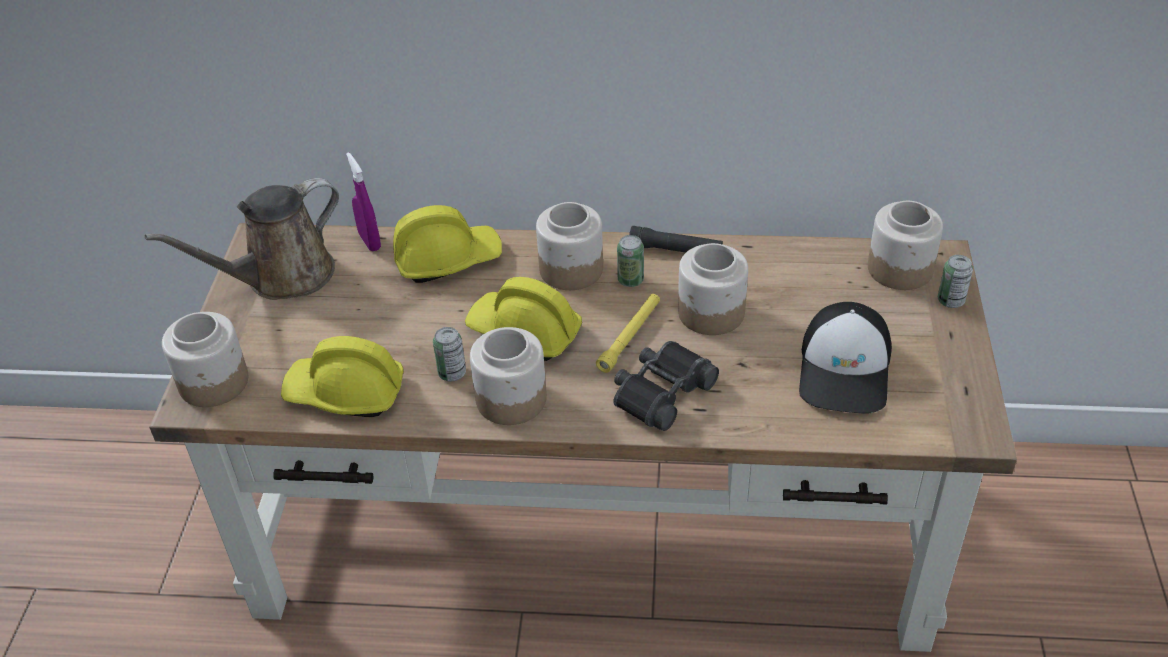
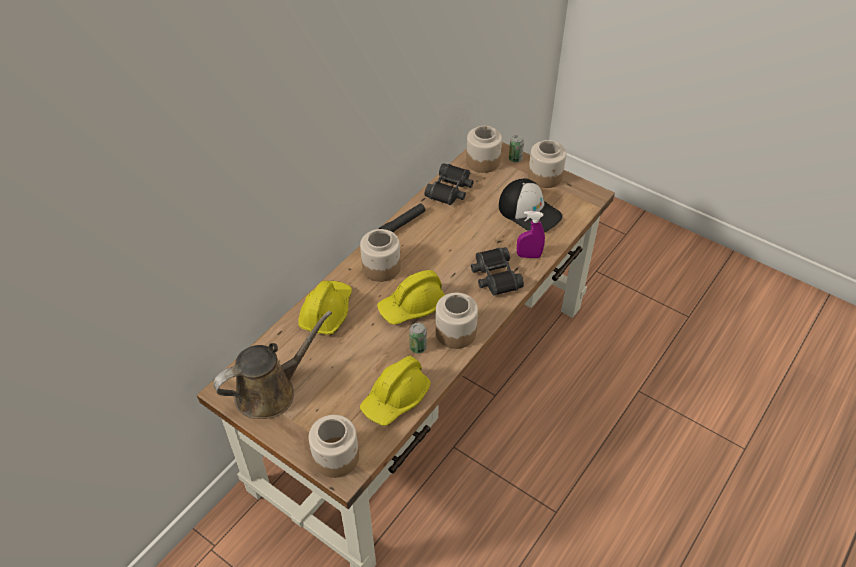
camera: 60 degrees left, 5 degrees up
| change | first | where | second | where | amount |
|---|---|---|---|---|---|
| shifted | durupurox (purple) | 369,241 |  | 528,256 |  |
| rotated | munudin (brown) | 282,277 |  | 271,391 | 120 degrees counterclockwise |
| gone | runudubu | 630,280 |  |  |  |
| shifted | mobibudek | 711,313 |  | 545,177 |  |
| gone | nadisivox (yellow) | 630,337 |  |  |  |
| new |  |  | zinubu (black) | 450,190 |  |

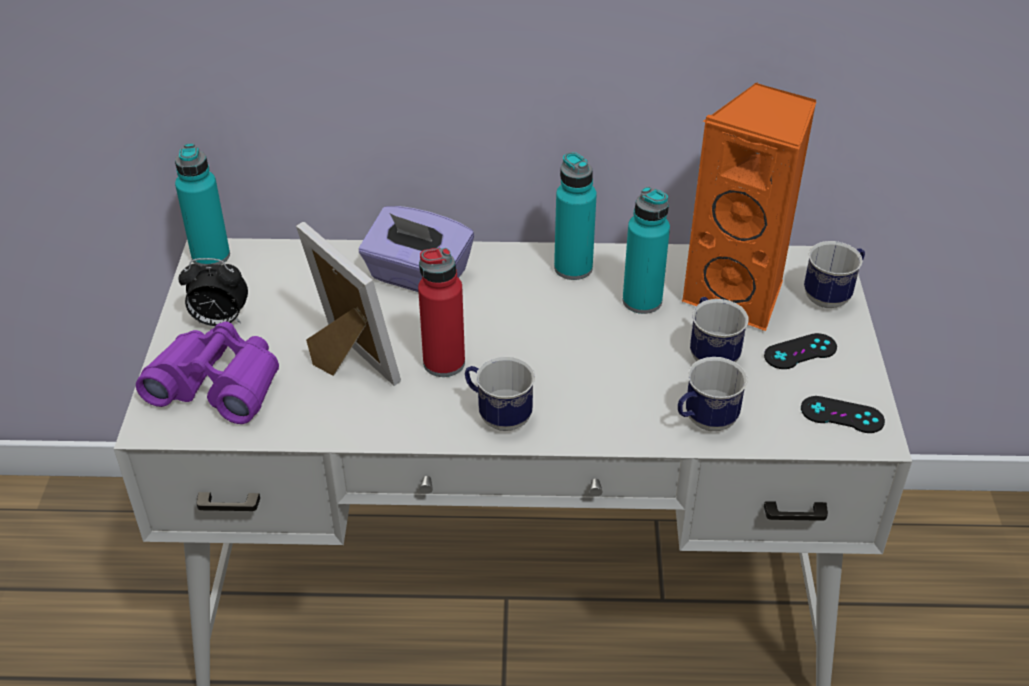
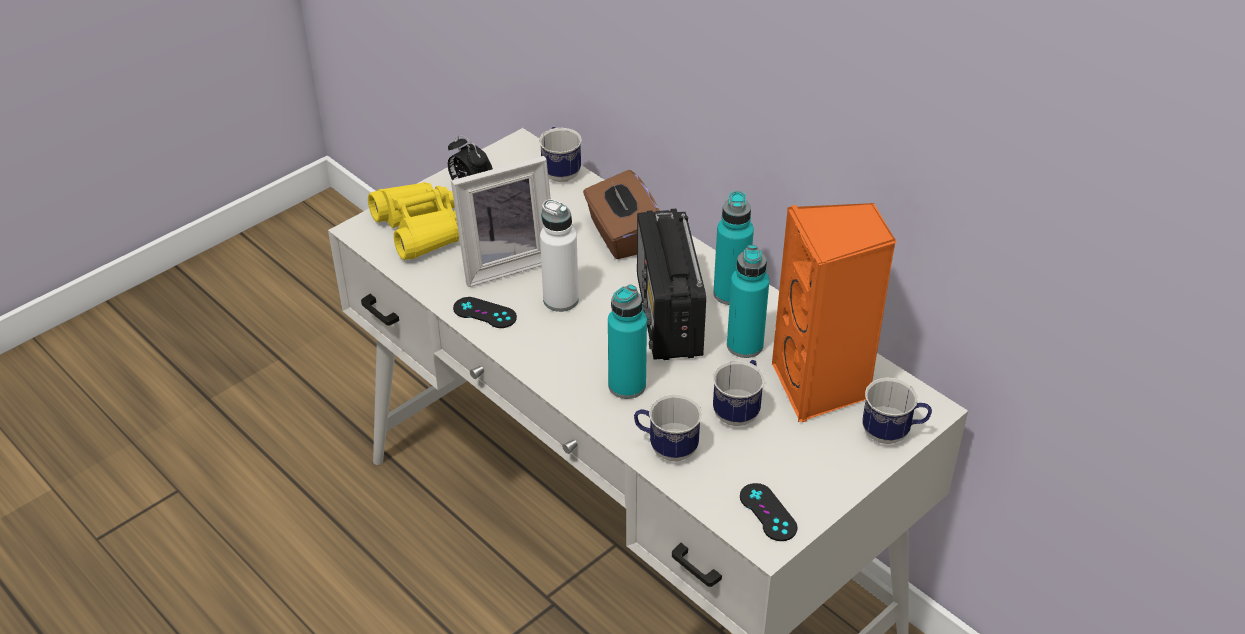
camera: 45 degrees right, 0 degrees up
| change | first | where | second | where | amount |
|---|---|---|---|---|---|
| shifted | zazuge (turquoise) | 211,256 |  | 627,385 |  |
| repainted | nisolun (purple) | 418,277 | nisolun (brown) | 621,236 |  |
| rotated | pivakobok | 346,363 |  | 505,262 | 60 degrees clockwise |
| repainted | zazuge (red) | 444,363 | zazuge (white) | 560,300 |  |
| repainted | zinubu (purple) | 218,385 | zinubu (yellow) | 421,229 |  |
| shifted | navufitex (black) | 800,352 |  | 484,313 |  |
| shifted | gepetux | 498,415 |  | 560,171 |  |
| new |  |  | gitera | 668,317 |  |

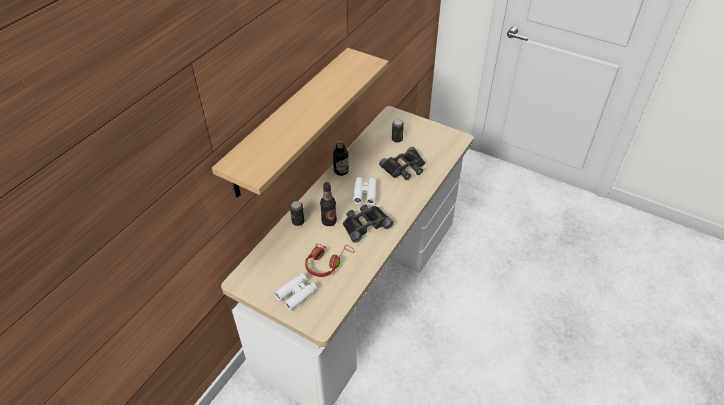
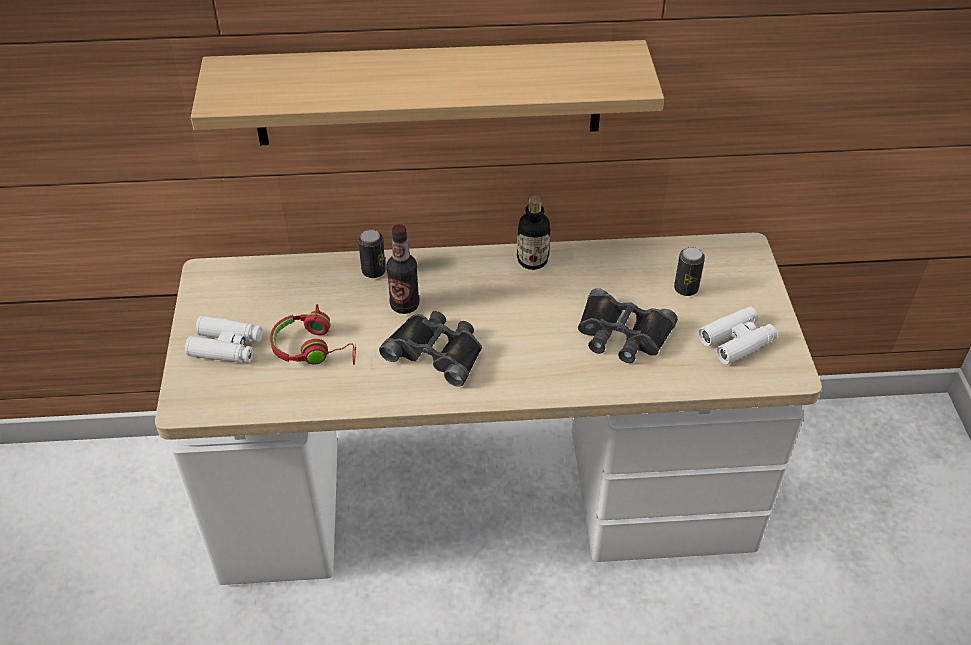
camera: 55 degrees right, 0 degrees up
| change | first | where | second | where | amount |
|---|---|---|---|---|---|
| shifted | zinubu (white) | 365,193 |  | 736,341 |  |

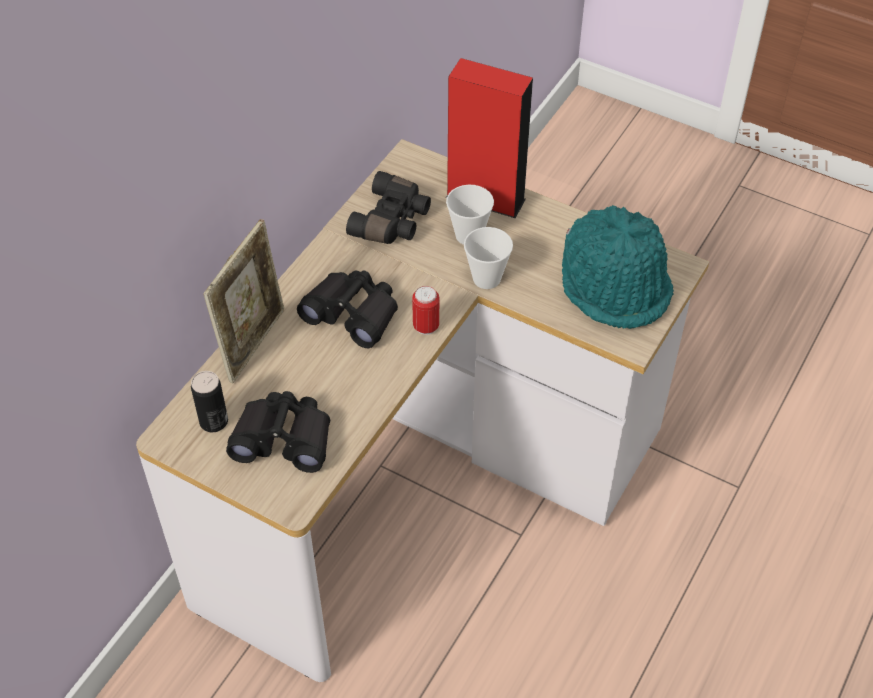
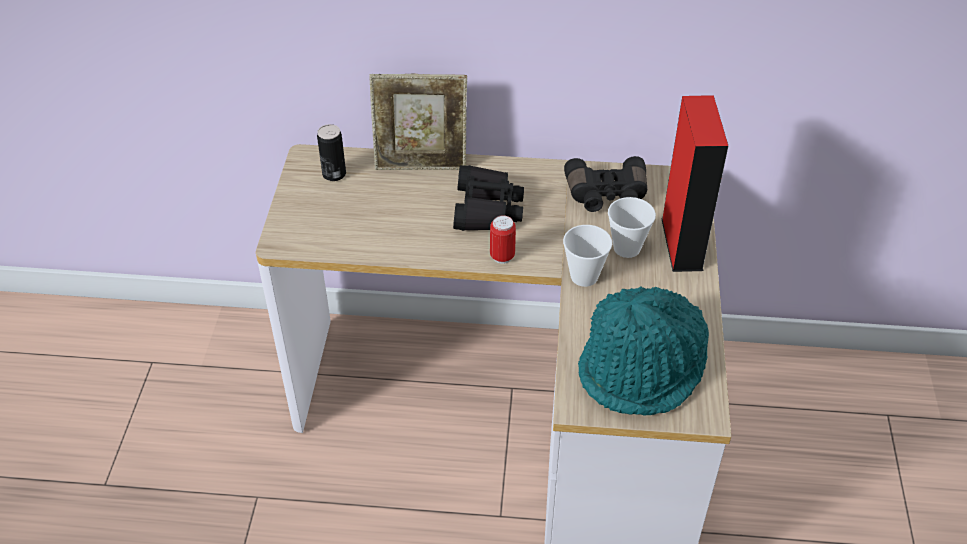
camera: 65 degrees right, 5 degrees down
| change | first | where | second | where | amount |
|---|---|---|---|---|---|
| gone | zinubu (black) | 284,439 |  |  |  |

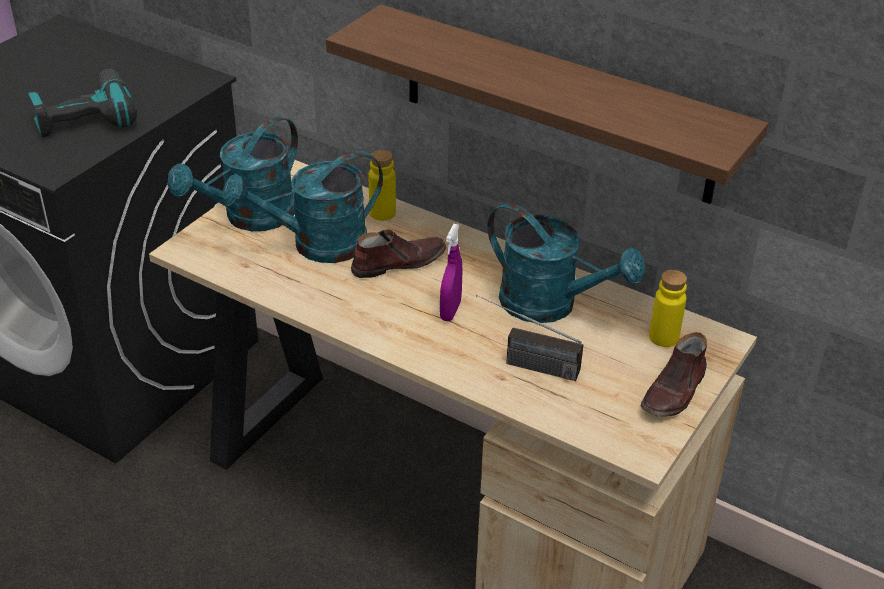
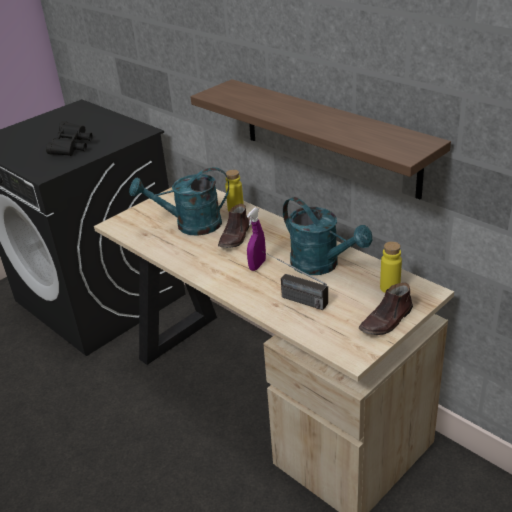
camera: 15 degrees right, 5 degrees down
| change | first | where | second | where | amount |
|---|---|---|---|---|---|
| swapped | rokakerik | 84,115 | zinubu (black) | 72,148 |  |
| gone | munudin (turquoise) | 250,218 |  |  |  |
| rotated | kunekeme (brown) | 398,263 |  | 235,237 | 120 degrees clockwise |

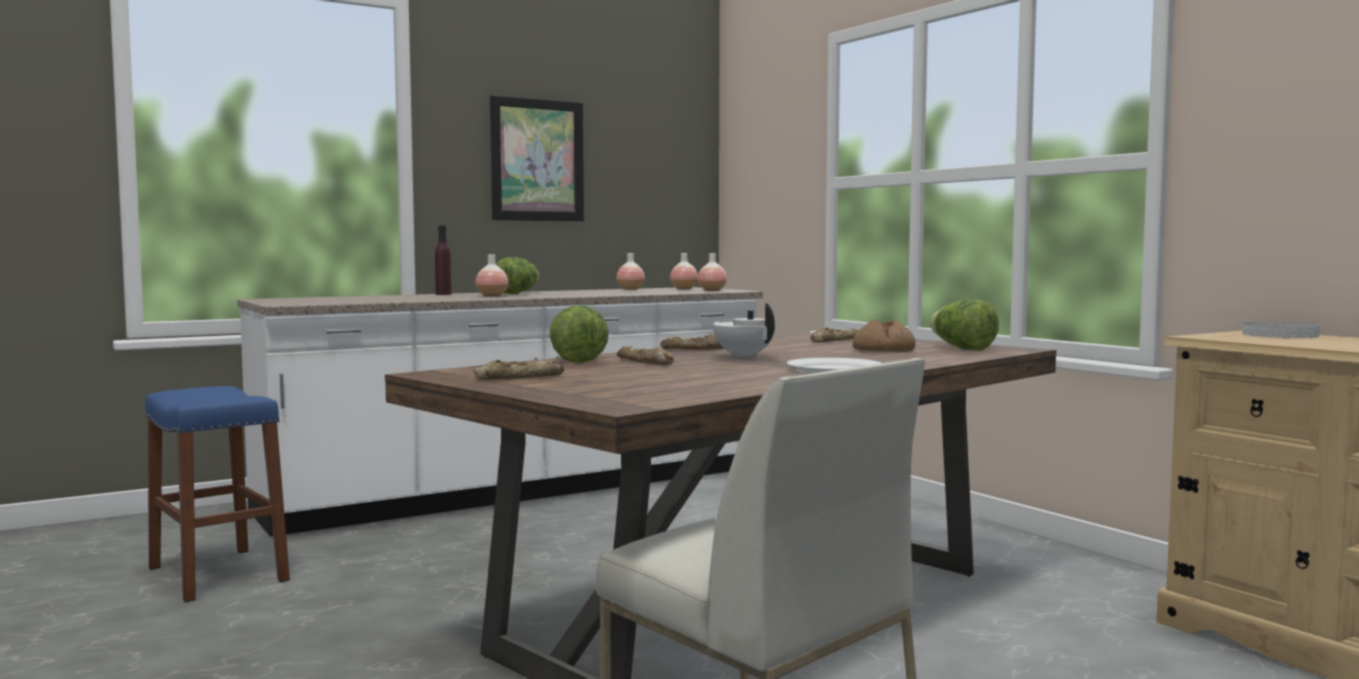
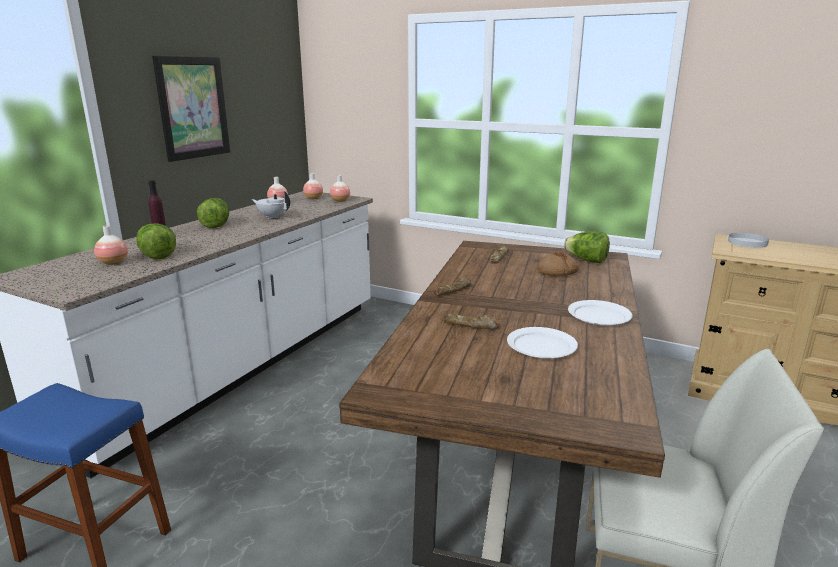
camera: 30 degrees left, 15 degrees up
| change | first | where | second | where | amount |
|---|---|---|---|---|---|
| shifted | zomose | 492,296 |  | 113,262 |  |
| shifted | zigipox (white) | 743,357 |  | 272,217 |  |
| shifted | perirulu | 576,360 |  | 156,255 |  |
| gone | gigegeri | 518,377 |  |  |  |
| new |  |  | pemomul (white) | 542,346 |  |

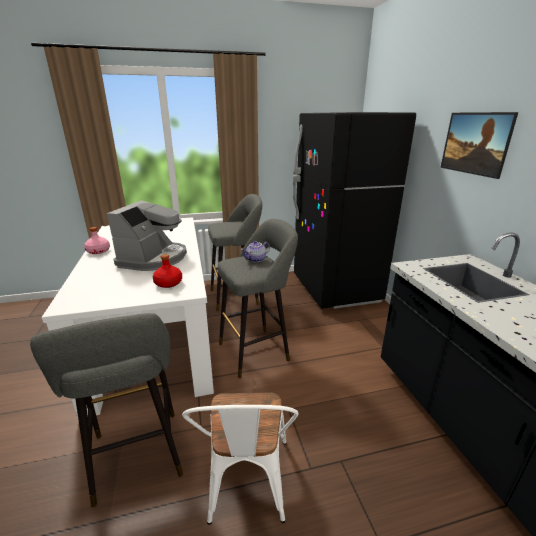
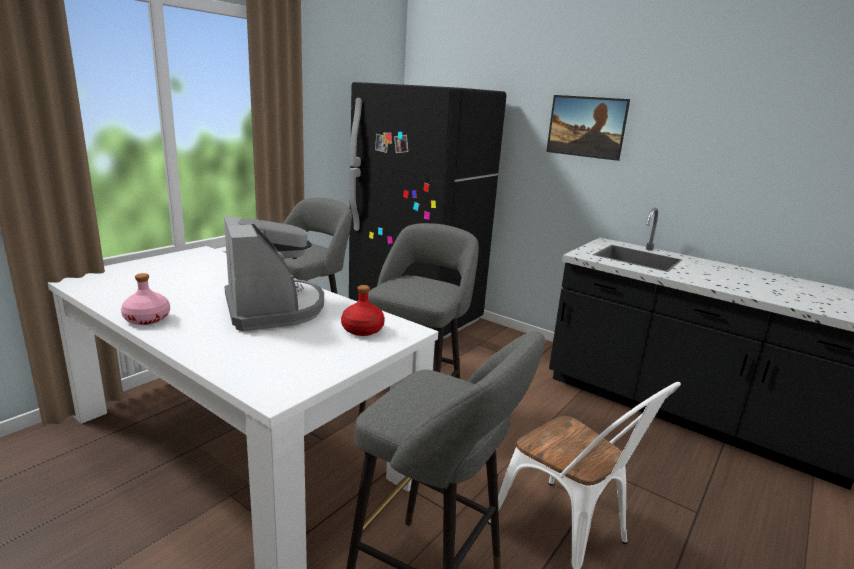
camera: 40 degrees left, 5 degrees down
| change | first | where | second | where | amount |
|---|---|---|---|---|---|
| gone | zigipox | 256,260 |  |  |  |

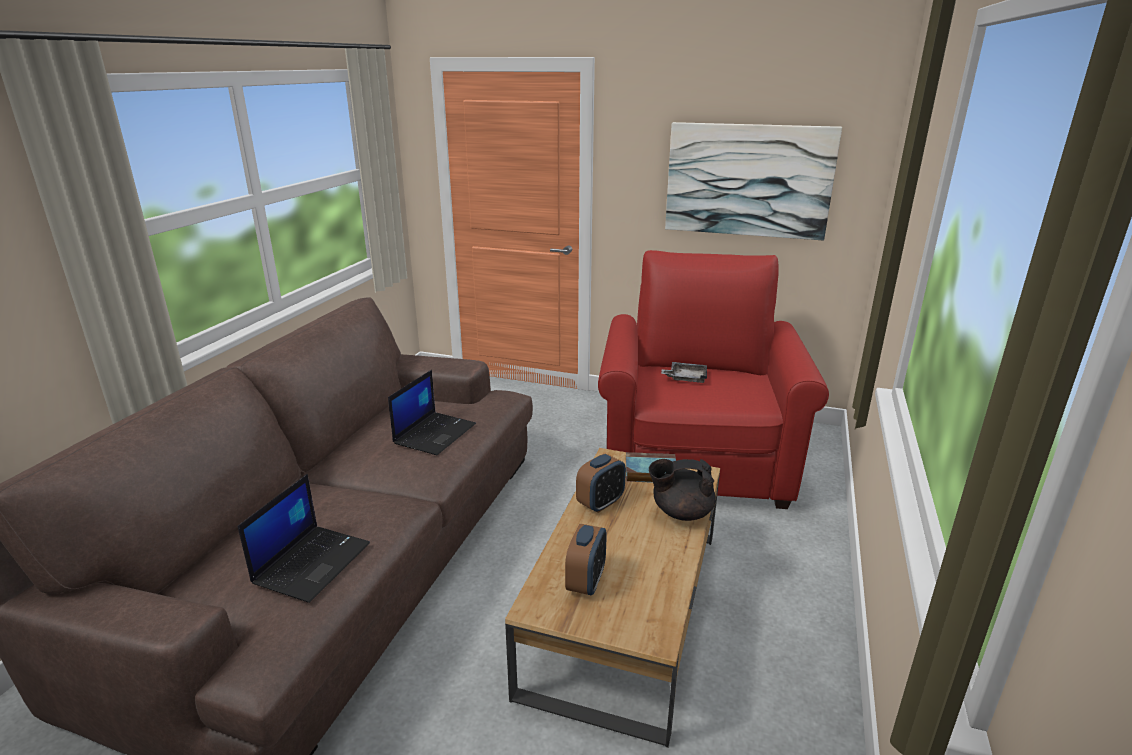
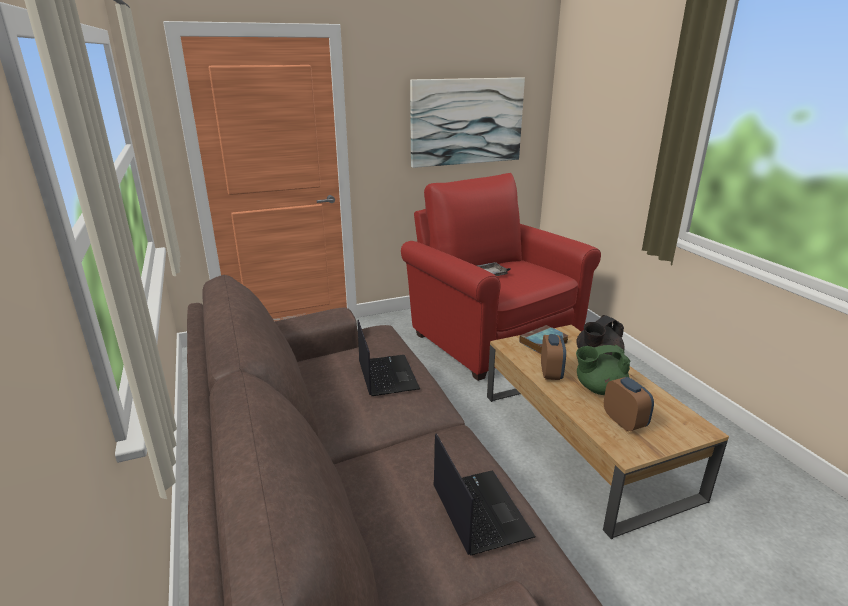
camera: 40 degrees left, 0 degrees up
| change | first | where | second | where | amount |
|---|---|---|---|---|---|
| new |  |  | zigipox (green) | 599,389 |  |

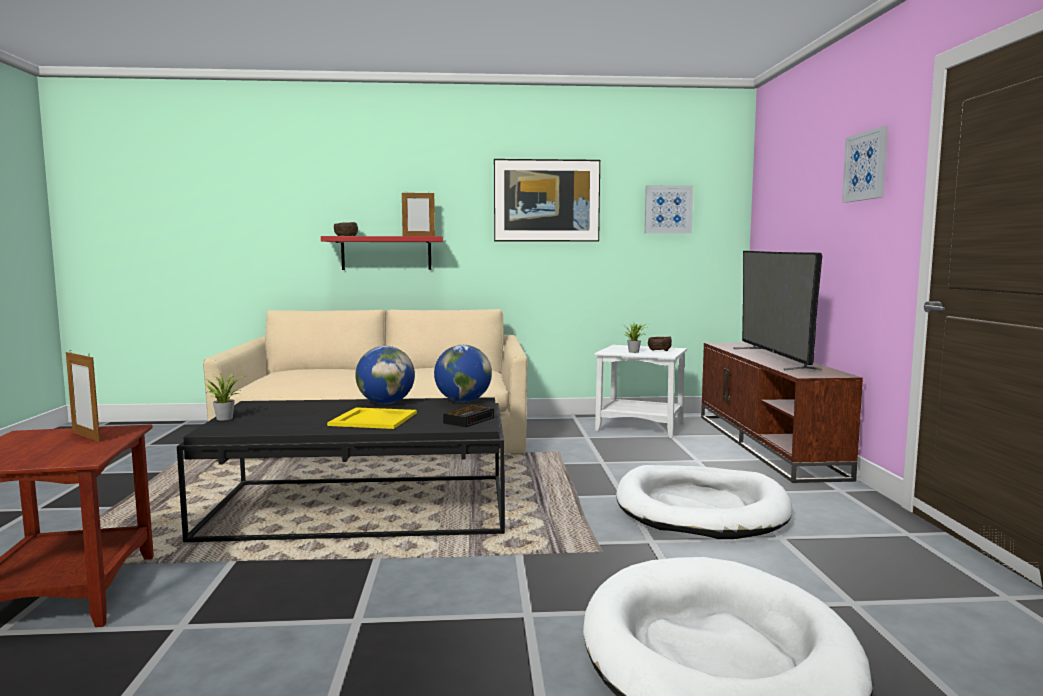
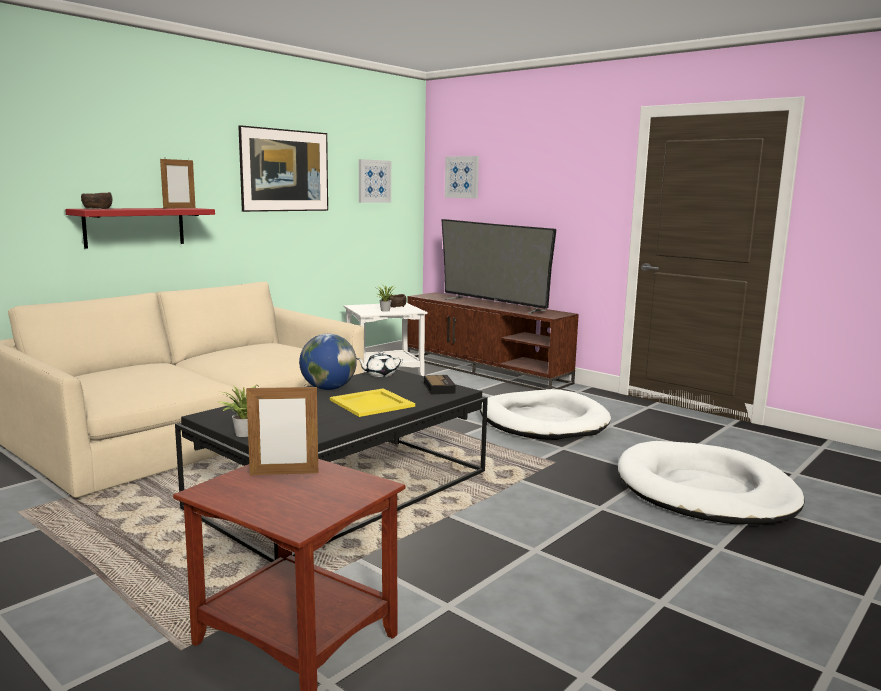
camera: 45 degrees left, 5 degrees up
| change | first | where | second | where | amount |
|---|---|---|---|---|---|
| shifted | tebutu | 866,166 |  | 462,177 |  |
| swapped | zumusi | 463,401 | zigipox (white) | 380,374 |  |

